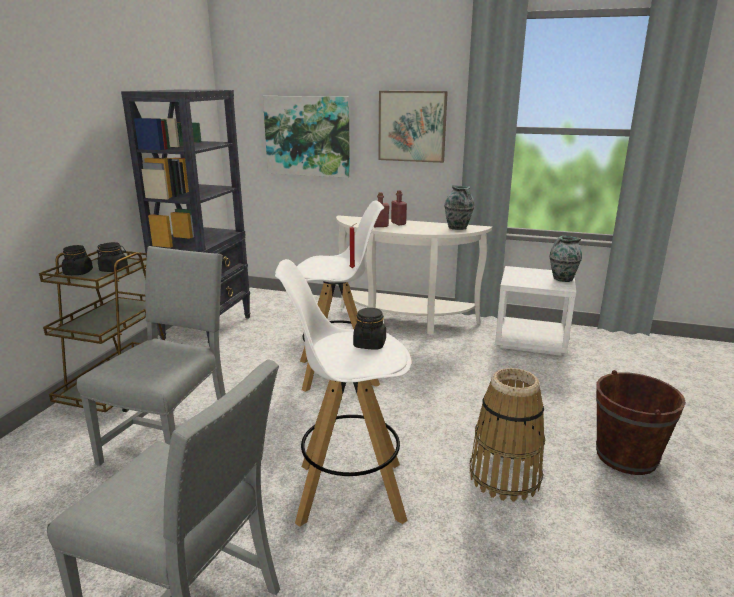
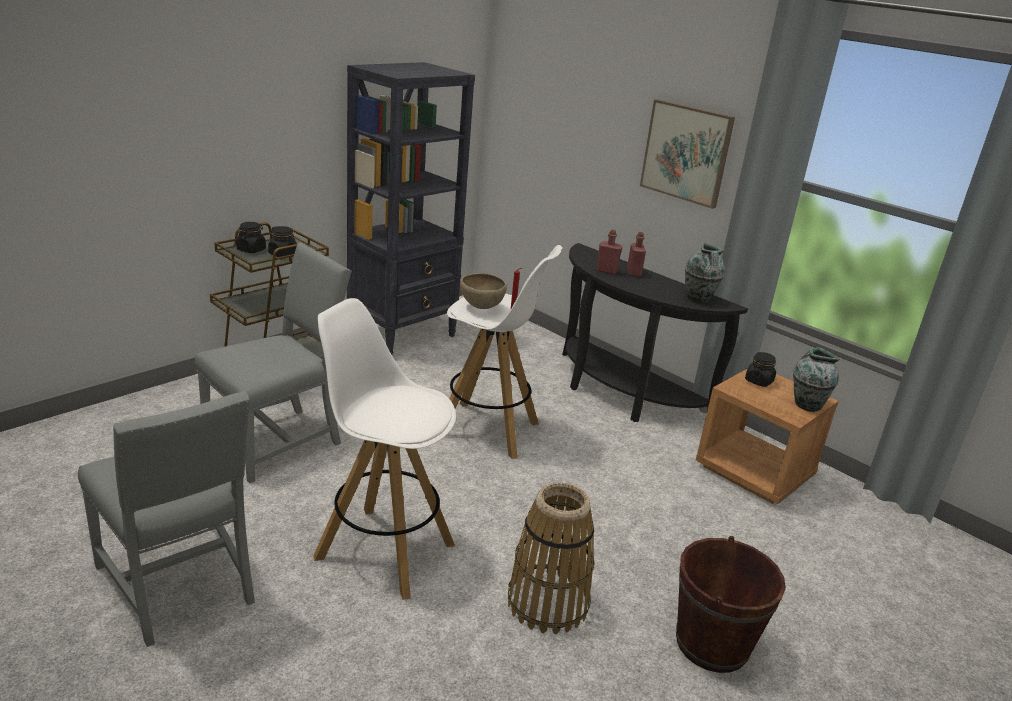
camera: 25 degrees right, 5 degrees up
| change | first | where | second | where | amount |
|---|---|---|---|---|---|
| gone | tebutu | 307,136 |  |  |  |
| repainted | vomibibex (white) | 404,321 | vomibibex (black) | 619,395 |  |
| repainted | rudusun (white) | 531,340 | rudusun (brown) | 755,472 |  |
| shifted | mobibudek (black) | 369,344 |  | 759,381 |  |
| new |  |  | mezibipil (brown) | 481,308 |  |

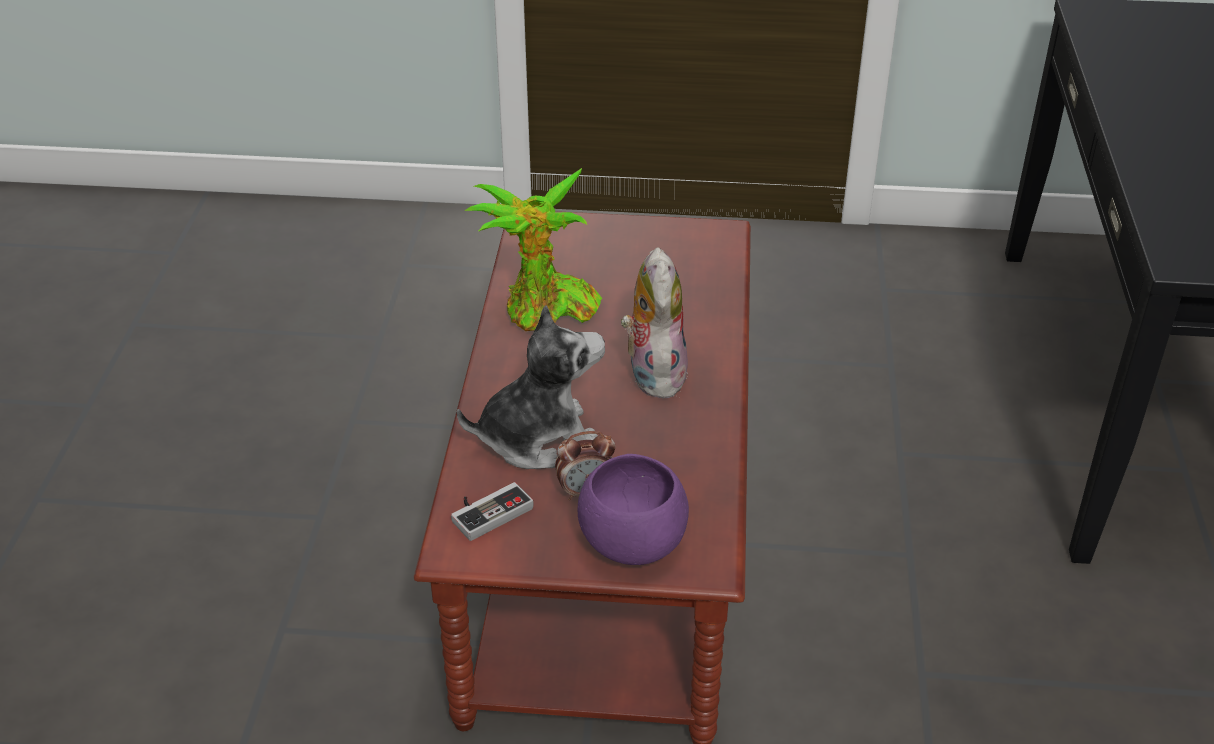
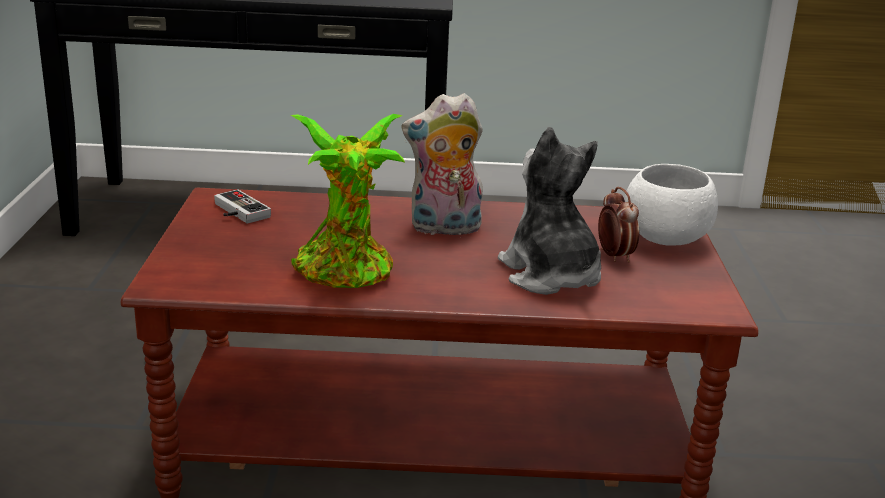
camera: 95 degrees left, 15 degrees down
| change | first | where | second | where | amount |
|---|---|---|---|---|---|
| repainted | mezibipil (purple) | 633,543 | mezibipil (white) | 665,240 |  |
| shifted | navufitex | 488,511 |  | 236,212 |  |

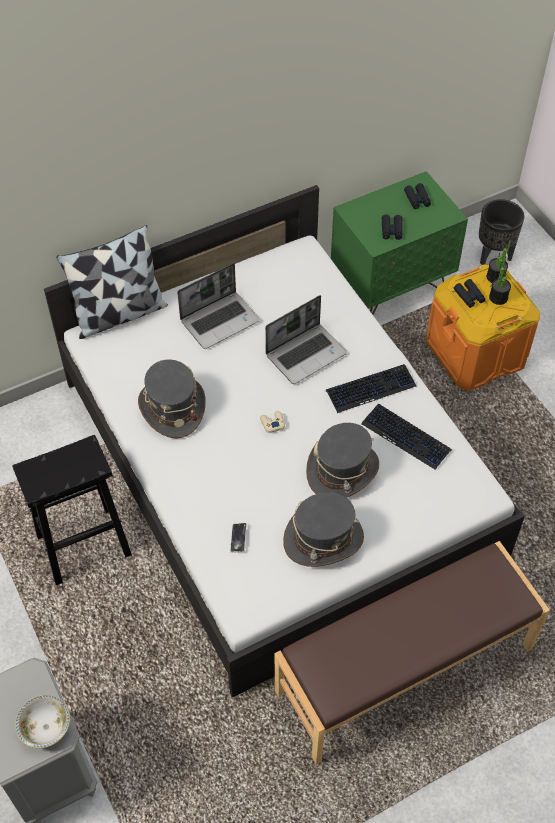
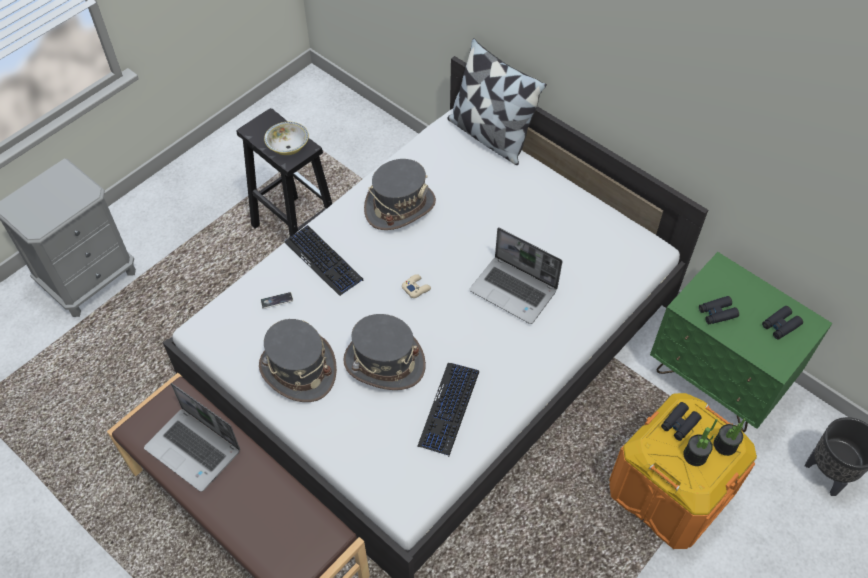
camera: 70 degrees right, 0 degrees up
| change | first | where | second | where | amount |
|---|---|---|---|---|---|
| shifted | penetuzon | 220,320 |  | 194,449 |  |
| shifted | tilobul | 370,389 |  | 324,261 |  |
| shifted | mezibipil | 45,727 |  | 288,147 |  |

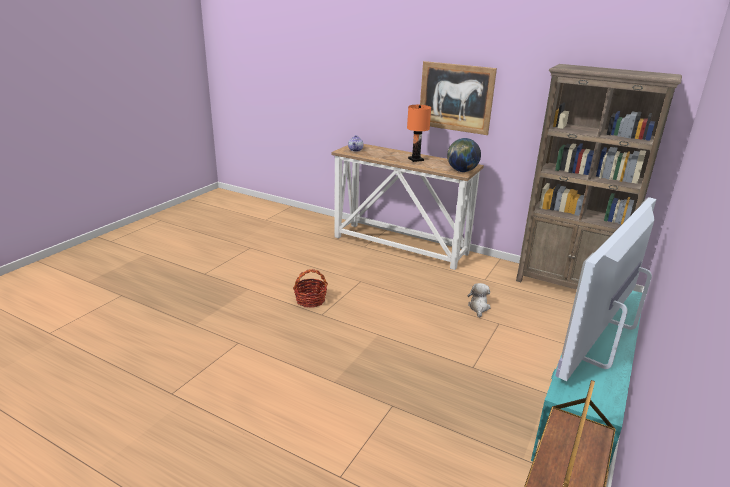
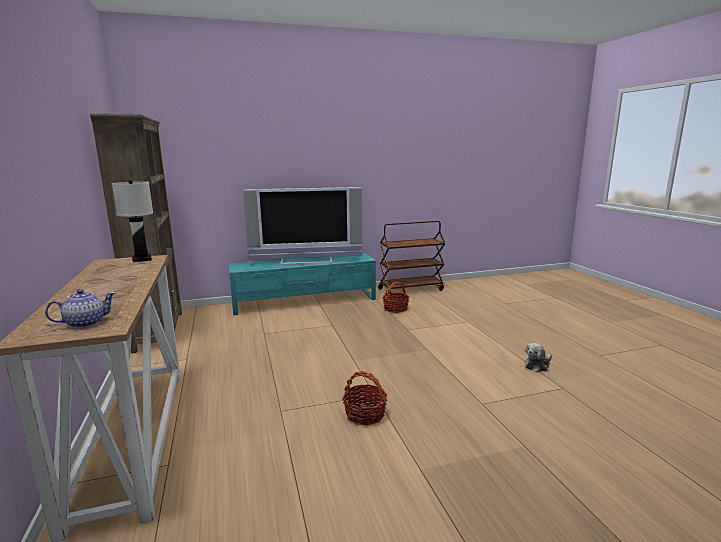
camera: 135 degrees left, 10 degrees down
| change | first | where | second | where | amount |
|---|---|---|---|---|---|
| gone | tebutu | 456,97 |  |  |  |
| gone | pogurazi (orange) | 416,159 |  |  |  |
| swapped | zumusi | 462,171 | pogurazi (white) | 142,259 |  |
| shifted | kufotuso | 478,307 |  | 537,365 |  |
| new |  |  | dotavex | 395,309 |  |

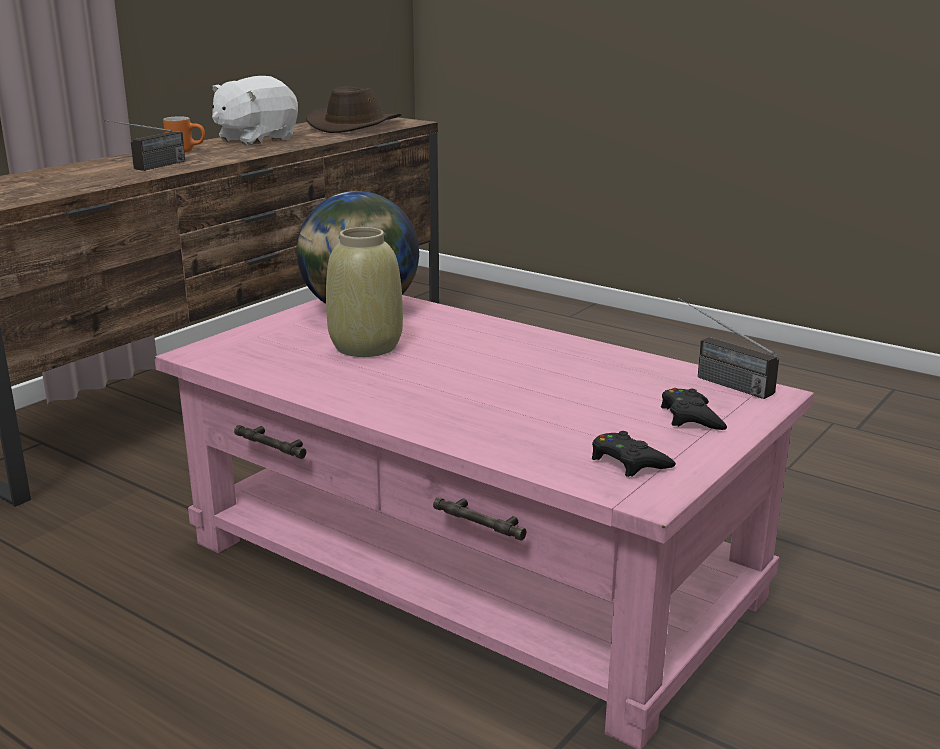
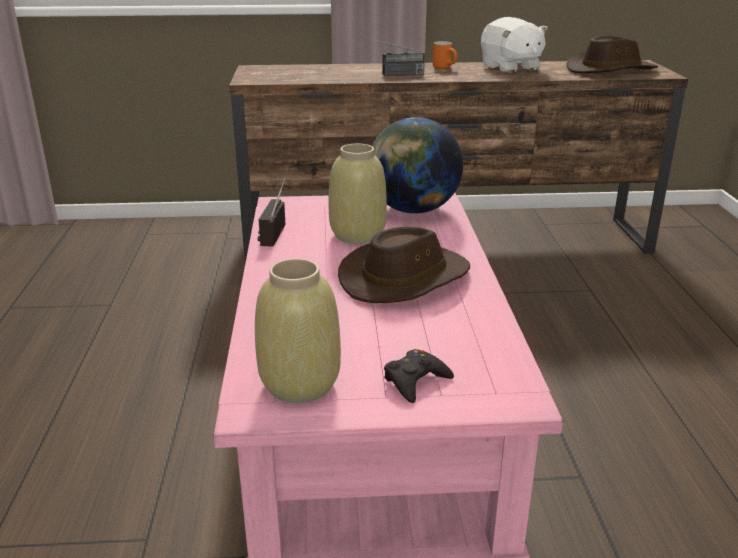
camera: 50 degrees right, 5 degrees up
| change | first | where | second | where | amount |
|---|---|---|---|---|---|
| rotated | kufotuso (white) | 255,139 |  | 510,68 | 120 degrees counterclockwise |
| shifted | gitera | 716,380 |  | 274,229 |  |
| swapped | navufitex (black) | 628,462 | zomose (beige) | 299,383 |  |
| new |  |  | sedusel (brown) | 405,278 |  |

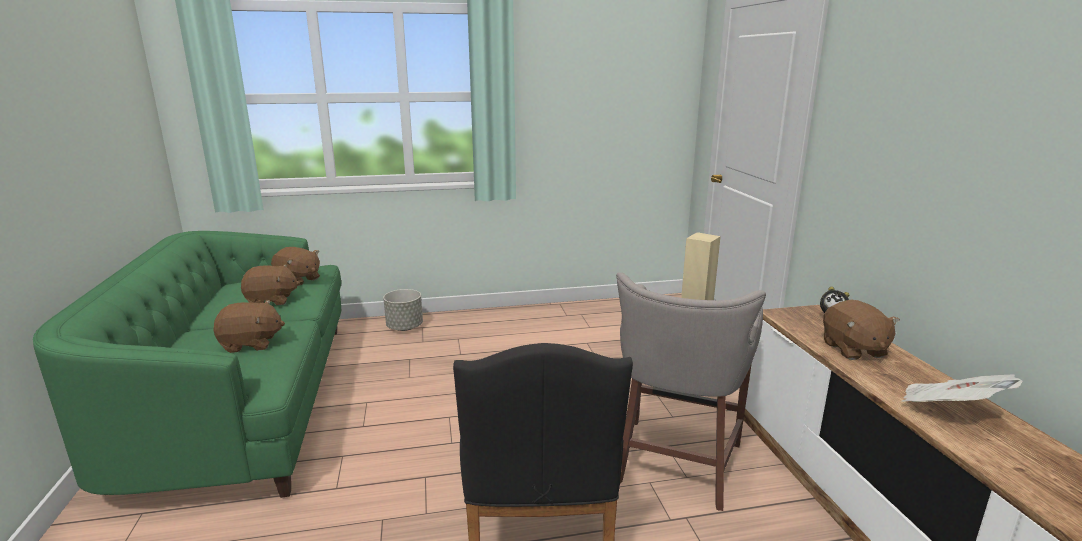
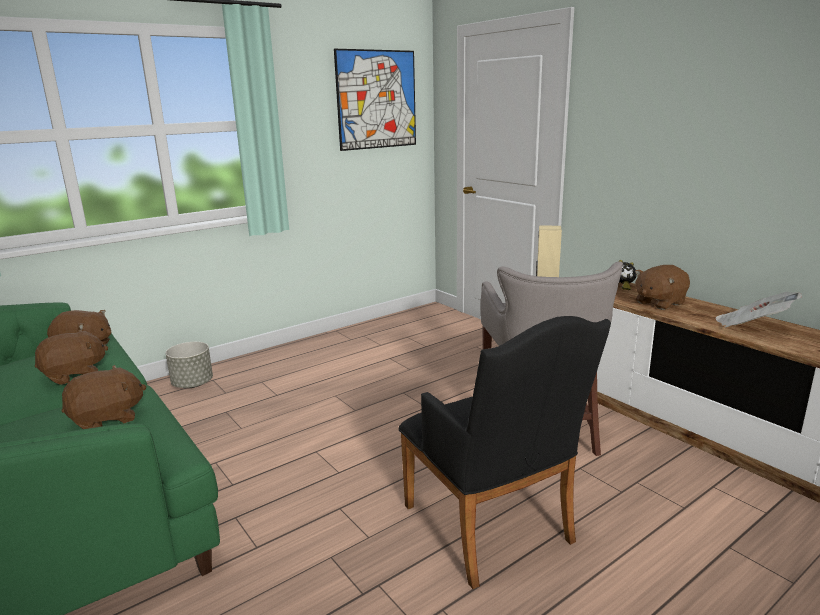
camera: 25 degrees left, 0 degrees up
| change | first | where | second | where | amount |
|---|---|---|---|---|---|
| rotated | kufotuso (brown) | 853,349 |  | 659,303 | 90 degrees clockwise |
| new |  |  | tebutu | 377,100 |  |

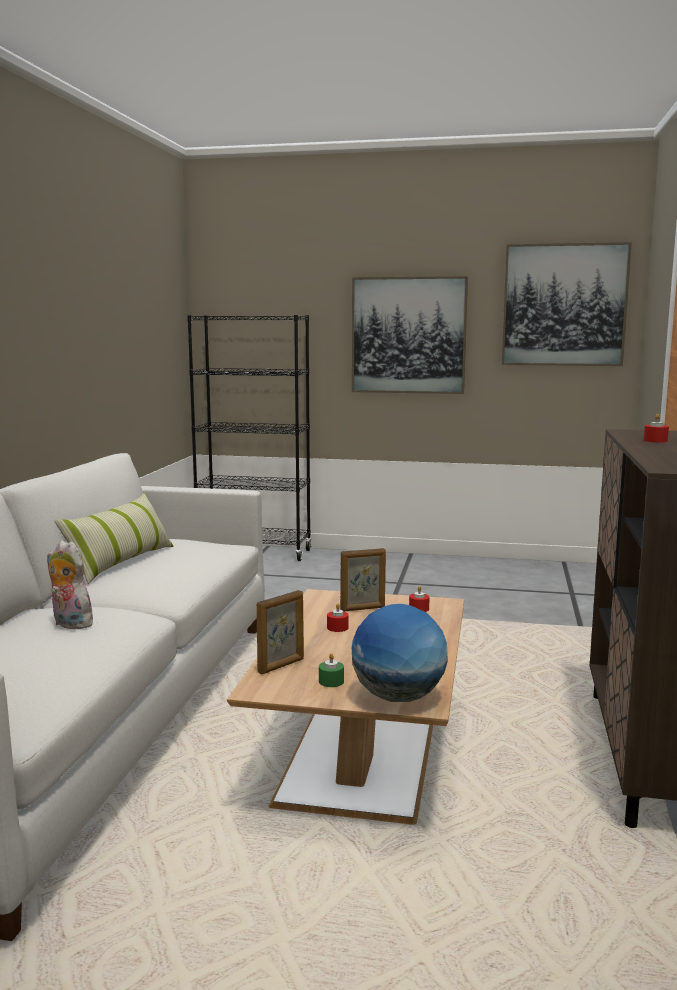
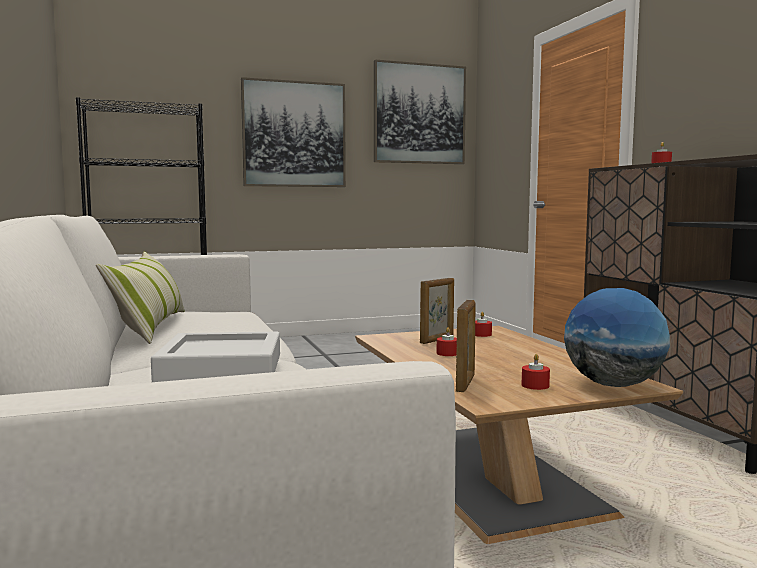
camera: 30 degrees left, 5 degrees down
| change | first | where | second | where | amount |
|---|---|---|---|---|---|
| swapped | kufotuso | 69,624 | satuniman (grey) | 221,369 |  |
| repainted | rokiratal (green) | 331,681 | rokiratal (red) | 535,385 |  |

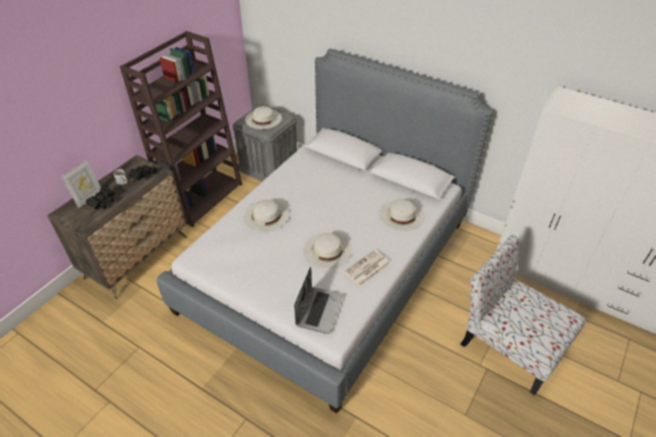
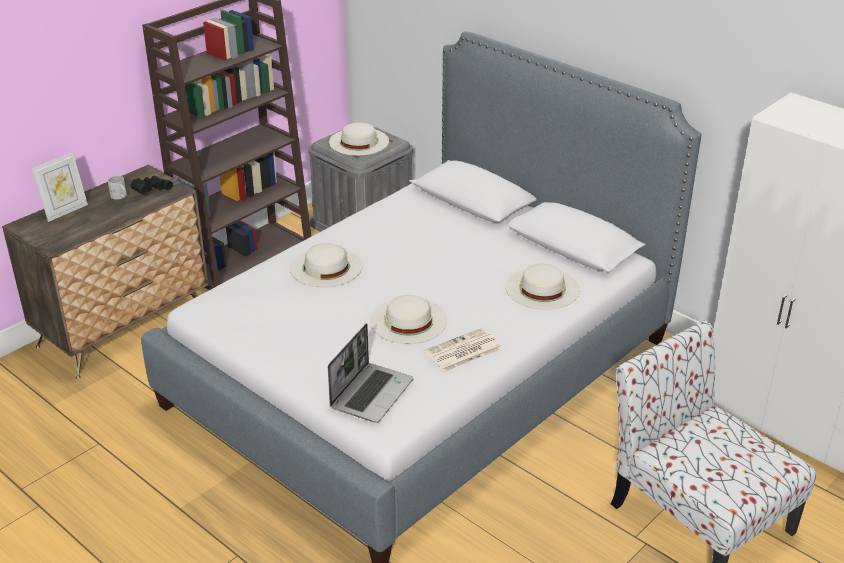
camera: 10 degrees right, 10 degrees down
| change | first | where | second | where | amount |
|---|---|---|---|---|---|
| gone | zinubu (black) | 103,202 |  |  |  |

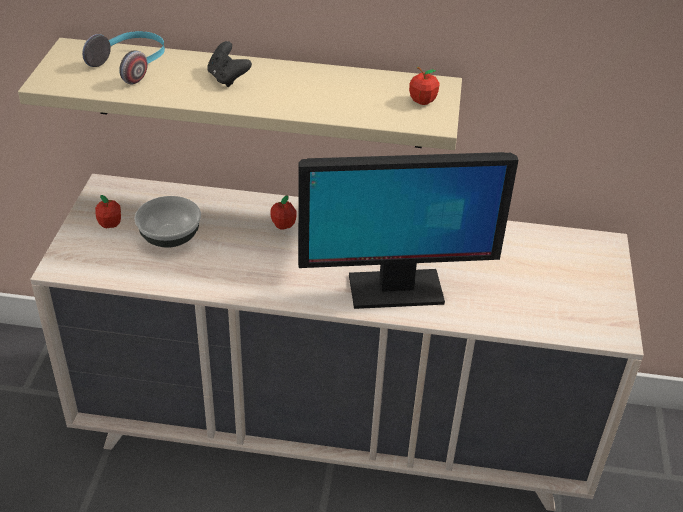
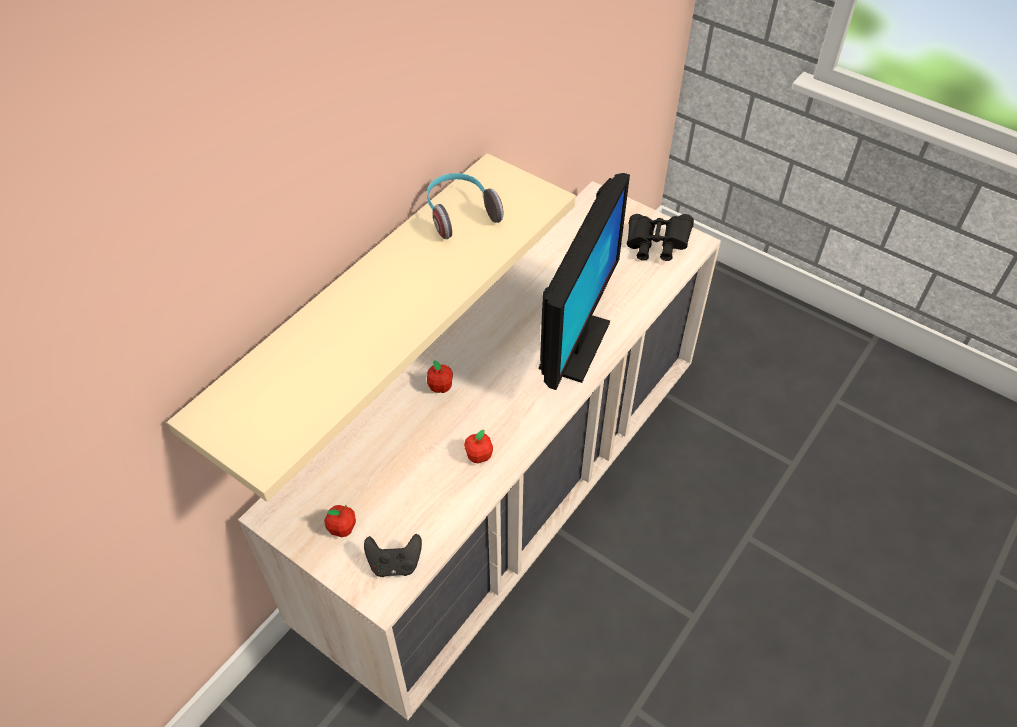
camera: 60 degrees left, 10 degrees up
| change | first | where | second | where | amount |
|---|---|---|---|---|---|
| shifted | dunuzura | 131,66 |  | 460,213 |  |
| shifted | navufitex (black) | 227,78 |  | 395,563 |  |
| shifted | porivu | 422,101 |  | 479,456 |  |
| gone | mezibipil | 171,237 |  |  |  |
| new |  |  | zinubu (black) | 656,246 |  |

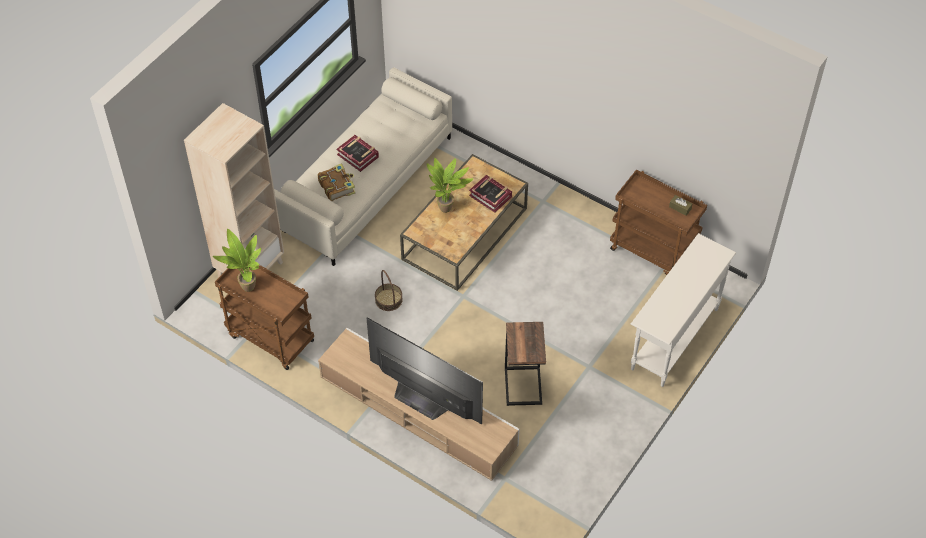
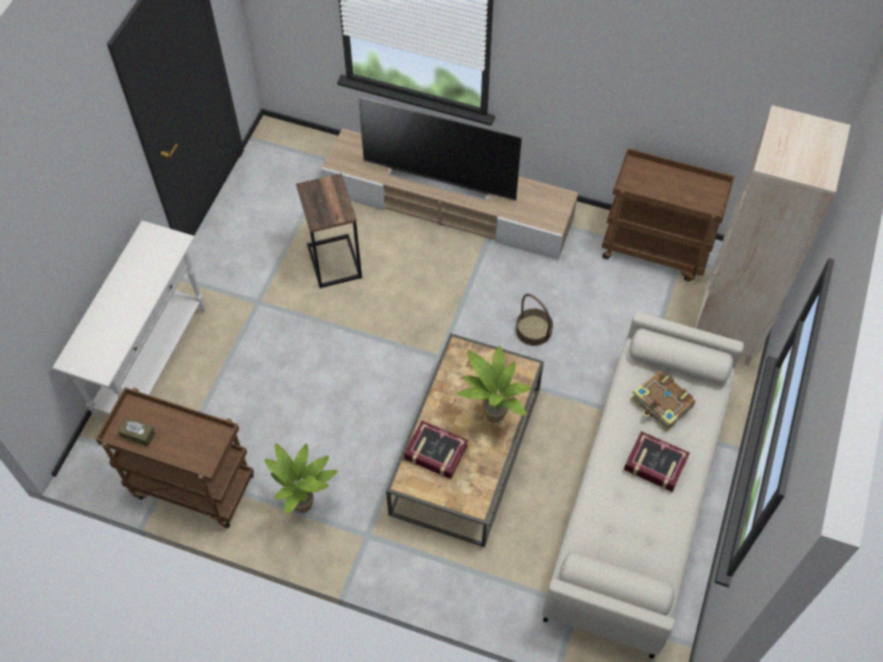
camera: 165 degrees right, 5 degrees up
| change | first | where | second | where | amount |
|---|---|---|---|---|---|
| shifted | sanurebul | 246,288 |  | 306,504 |  |

